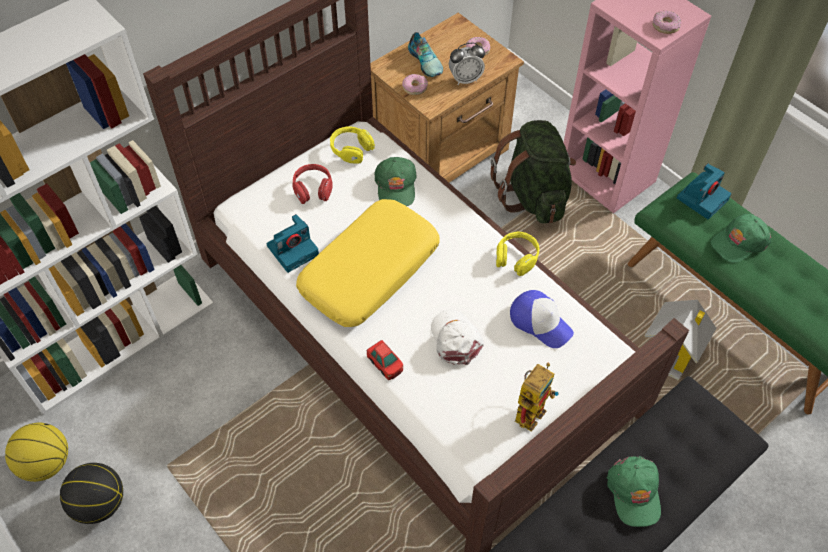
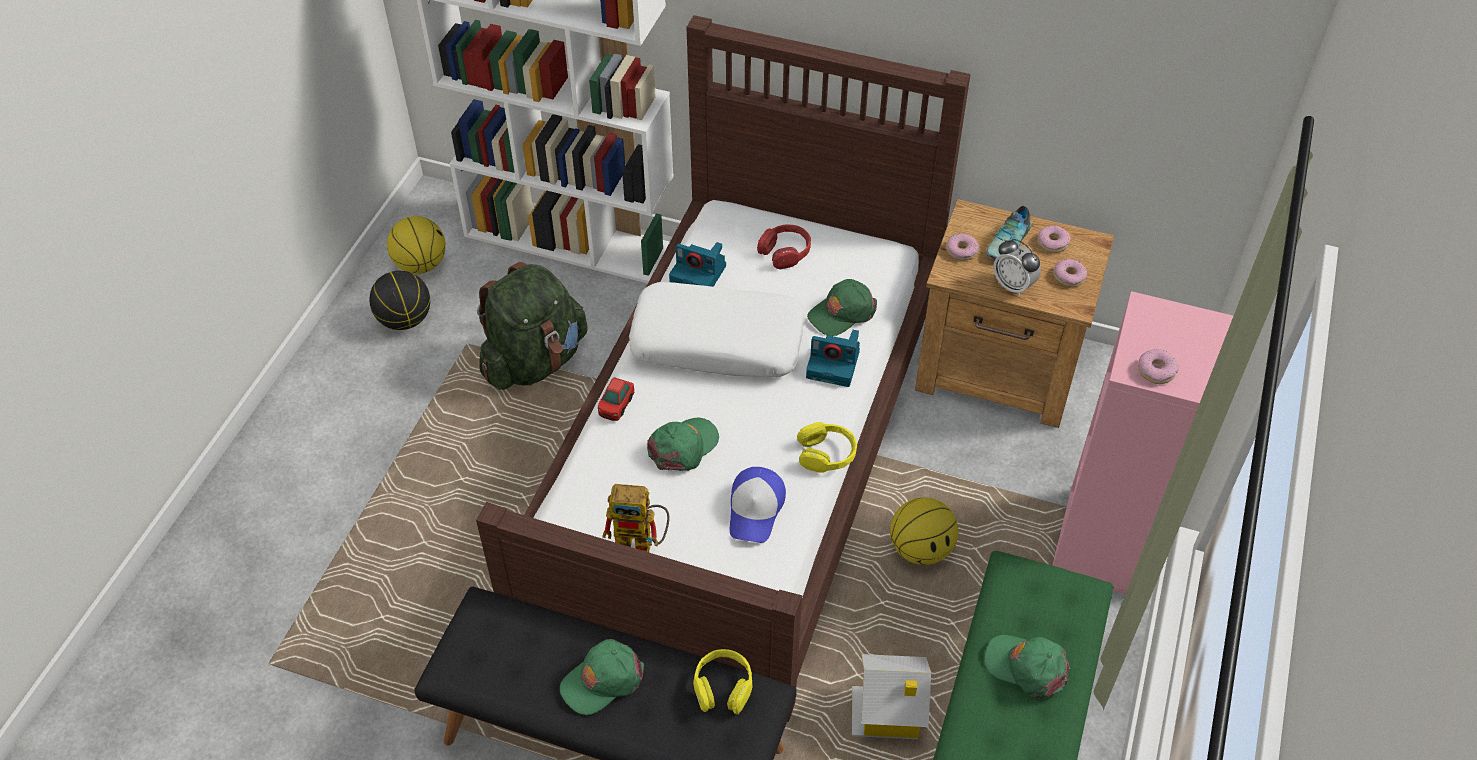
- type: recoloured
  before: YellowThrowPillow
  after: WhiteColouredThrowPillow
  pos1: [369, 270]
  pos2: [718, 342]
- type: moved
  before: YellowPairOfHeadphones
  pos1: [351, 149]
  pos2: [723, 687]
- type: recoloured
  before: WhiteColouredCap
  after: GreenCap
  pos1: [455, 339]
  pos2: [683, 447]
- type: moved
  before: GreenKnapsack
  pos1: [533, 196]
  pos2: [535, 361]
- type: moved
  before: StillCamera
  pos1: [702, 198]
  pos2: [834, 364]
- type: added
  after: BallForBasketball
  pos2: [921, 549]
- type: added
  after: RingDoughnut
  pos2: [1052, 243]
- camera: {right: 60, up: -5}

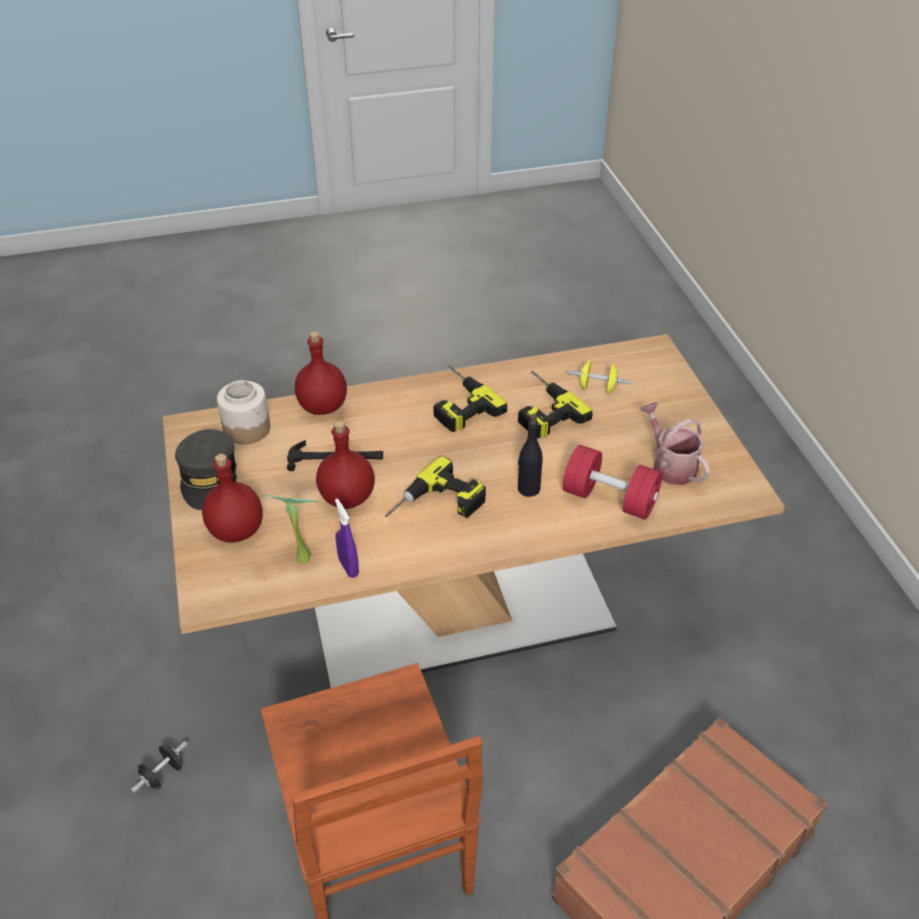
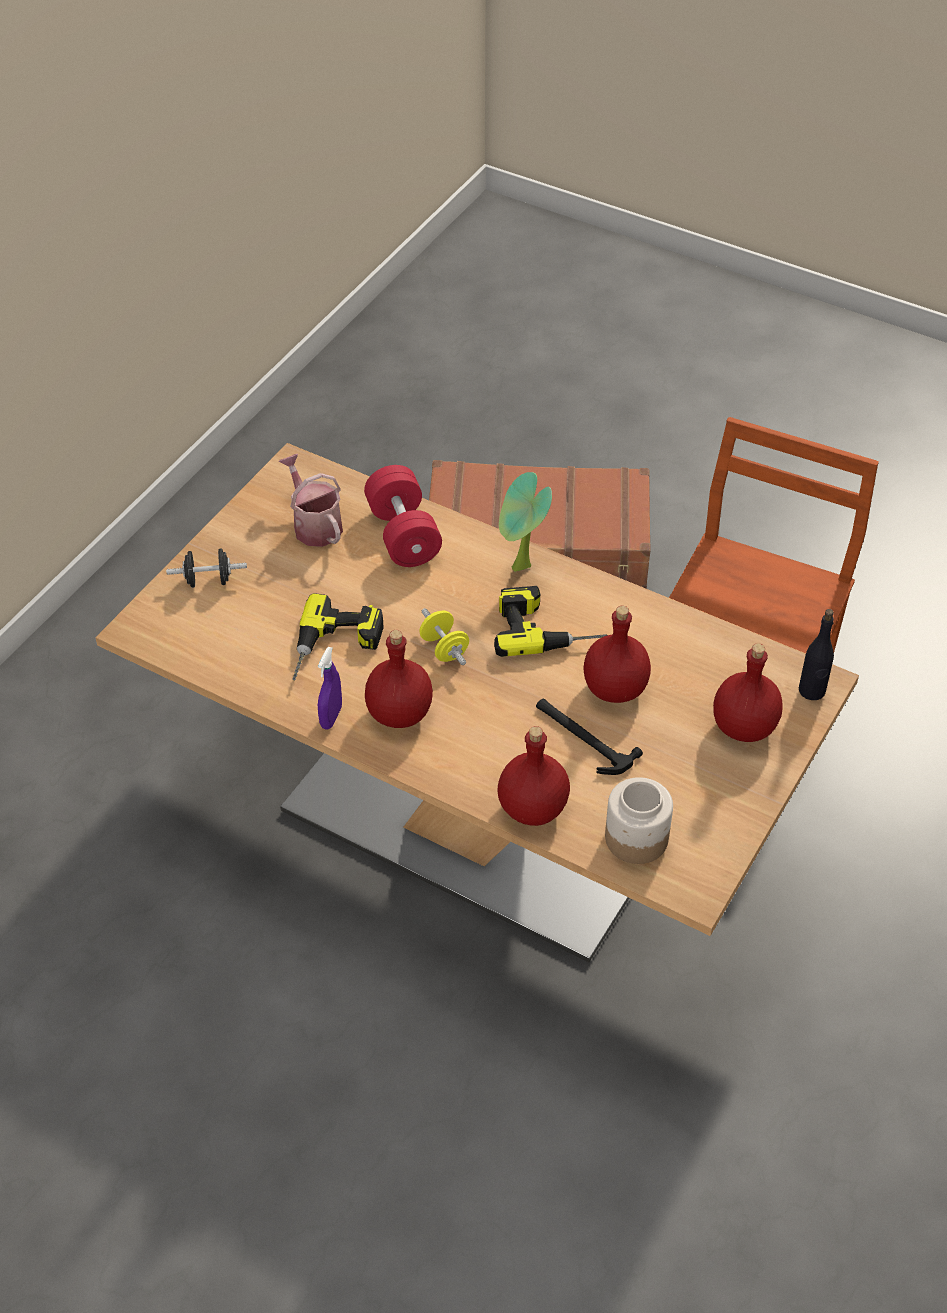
- type: moved
  before: BlackColouredFreeWeight
  pos1: [163, 775]
  pos2: [208, 581]
- type: removed
  before: GreyishCap
  pos1: [209, 478]
- type: moved
  before: PlantInAPot
  pos1: [301, 555]
  pos2: [521, 570]
- type: moved
  before: PurpleColouredSprayBottle
  pos1: [348, 567]
  pos2: [331, 717]
- type: replaced
  before: Drill
  after: ReddishDrinkBottle
  pos1: [457, 403]
  pos2: [400, 713]
- type: moved
  before: BlackColouredDrinkBottle
  pos1: [528, 489]
  pos2: [812, 691]
- type: moved
  before: YellowFreeWeight
  pos1: [597, 388]
  pos2: [444, 648]
- type: turned
  before: WateringCan
  pos1: [670, 465]
  pos2: [314, 524]
  turn: 135
- camera: {right: -135, up: 5}

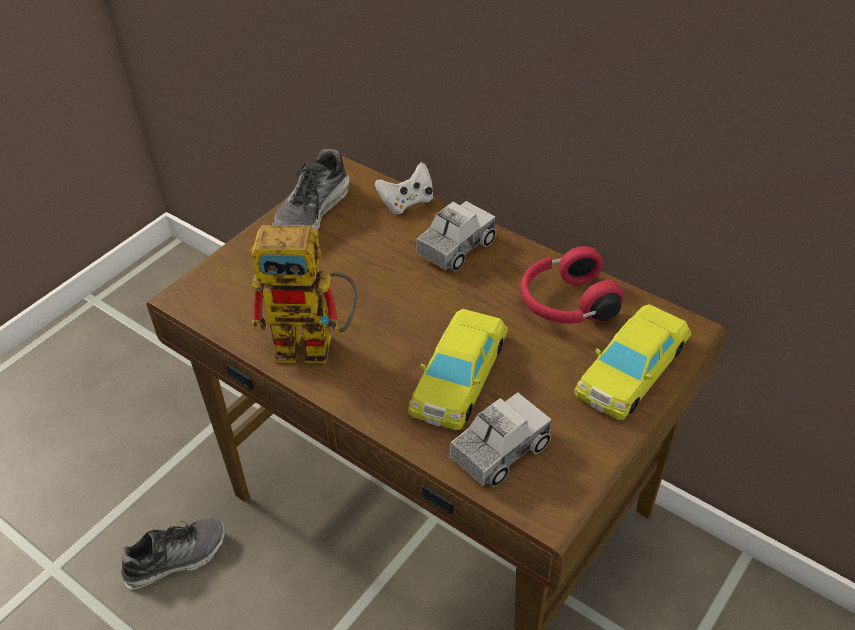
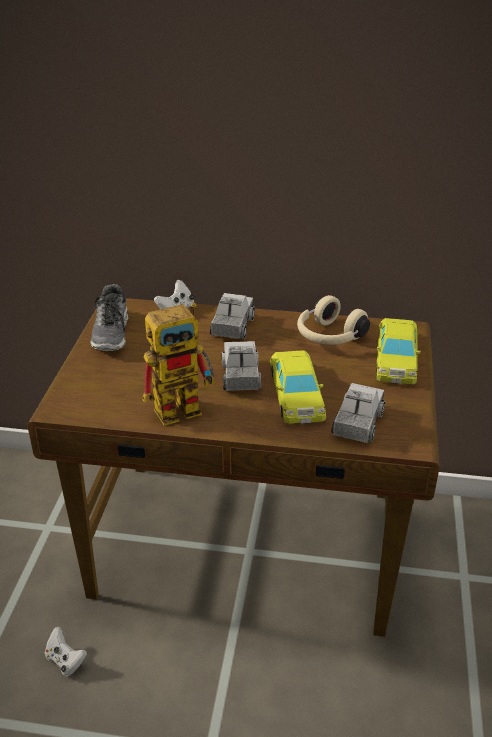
- type: replaced
  before: ItemOfFootwear
  after: WhiteColouredJoypad
  pos1: [176, 558]
  pos2: [65, 660]
- type: recoloured
  before: ReddishPairOfHeadphones
  after: BeigeColouredPairOfHeadphones
  pos1: [566, 304]
  pos2: [329, 337]
- type: added
  after: ToyLorry
  pos2: [241, 377]
- camera: {right: -30, up: -10}

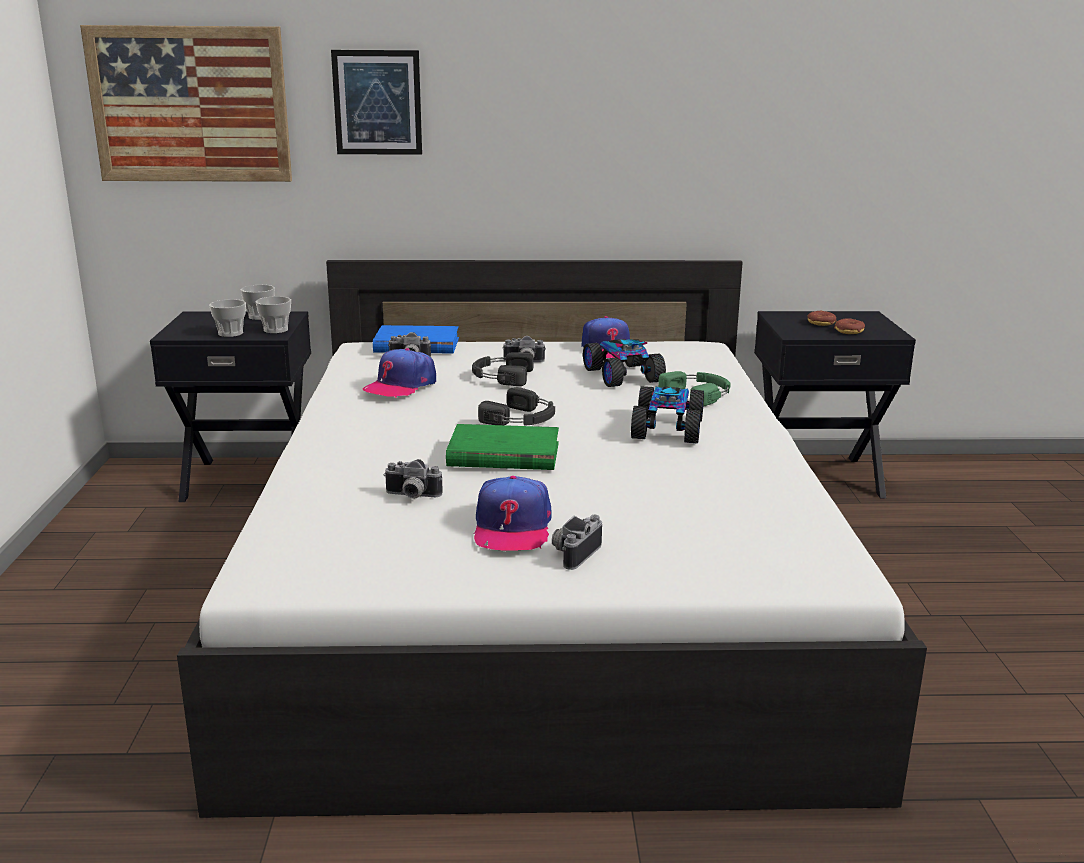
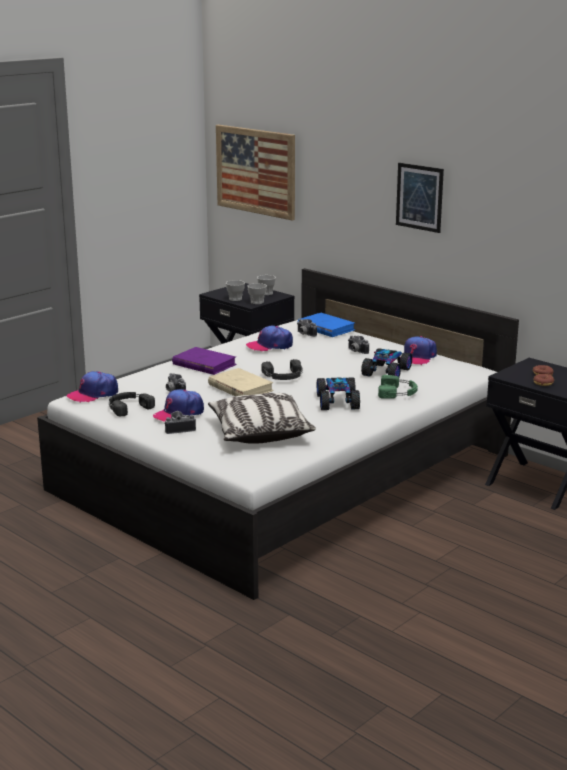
- type: moved
  before: WallPicture
  pos1: [377, 102]
  pos2: [419, 197]
- type: recoloured
  before: GreenBook
  after: BeigeColouredBook
  pos1: [503, 454]
  pos2: [240, 387]
- type: moved
  before: BlackColouredPairOfHeadphones
  pos1: [501, 376]
  pos2: [128, 407]
- type: turned
  before: ModelCar
  pos1: [669, 429]
  pos2: [338, 402]
  turn: -60
- type: added
  after: Cap
  pos2: [93, 394]
- type: added
  after: PurpleColouredBook
  pos2: [204, 364]
- type: added
  after: ThrowPillow
  pos2: [259, 432]
- camera: {right: 45, up: 0}

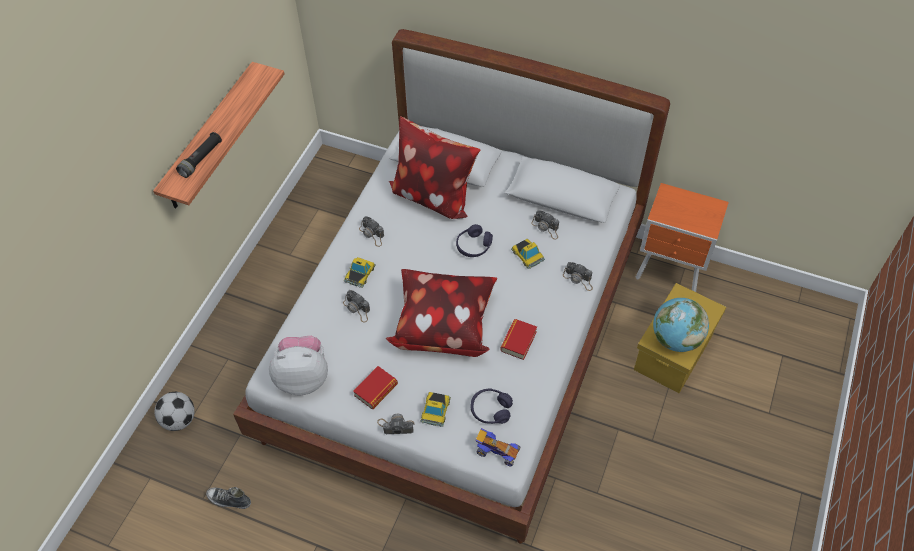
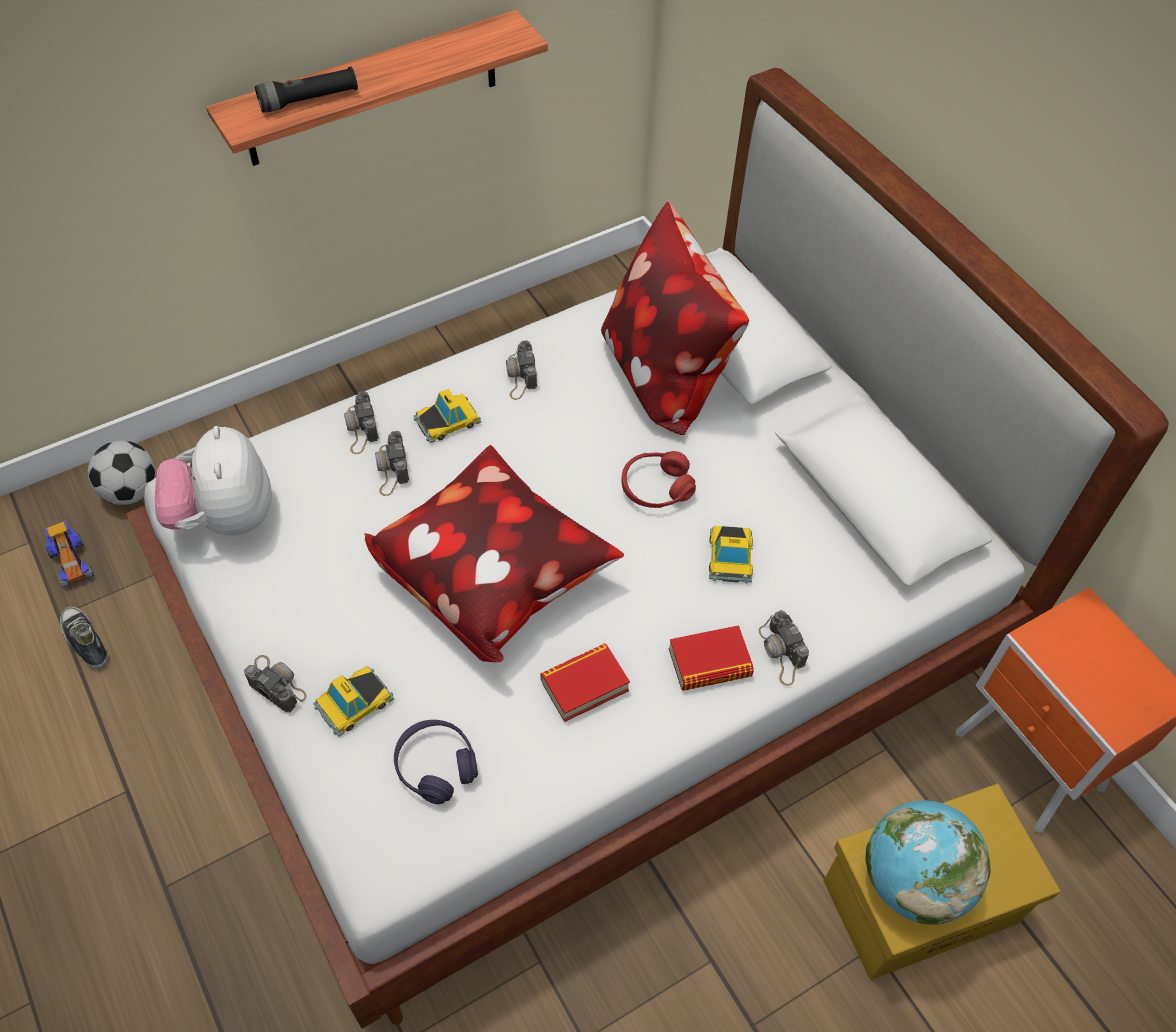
- type: turned
  before: PlushToy
  pos1: [303, 377]
  pos2: [225, 517]
  turn: -135
- type: moved
  before: Book
  pos1: [376, 390]
  pos2: [709, 663]
- type: recoloured
  before: PurpleColouredPairOfHeadphones
  after: ReddishPairOfHeadphones
  pos1: [473, 246]
  pos2: [656, 488]
- type: moved
  before: ModelCar
  pos1: [496, 451]
  pos2: [72, 563]
- type: moved
  before: StillCamera
  pos1: [546, 228]
  pos2: [361, 428]
- camera: {right: 35, up: 0}

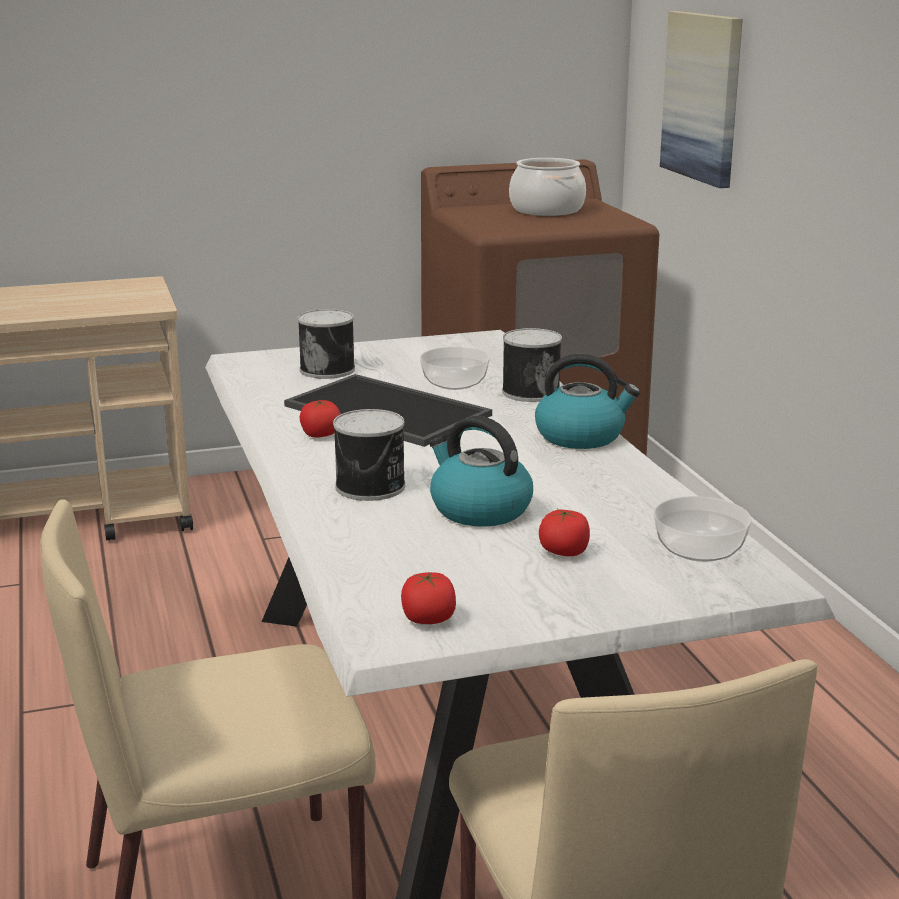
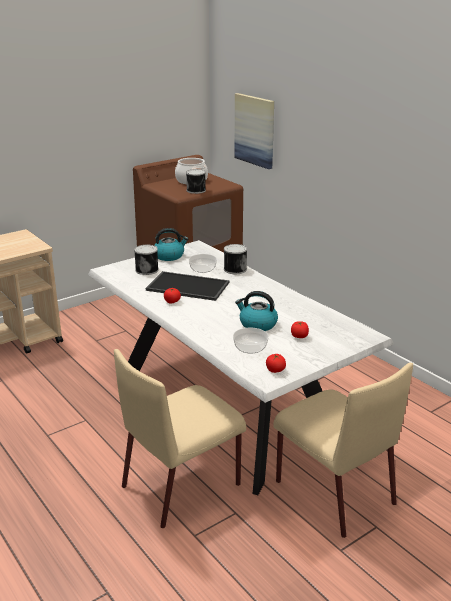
- type: moved
  before: MetalCan
  pos1: [372, 487]
  pos2: [196, 190]
- type: moved
  before: TeaKettle
  pos1: [581, 436]
  pos2: [169, 256]
- type: moved
  before: Bowl
  pos1: [700, 550]
  pos2: [251, 348]
- camera: {right: -20, up: 5}

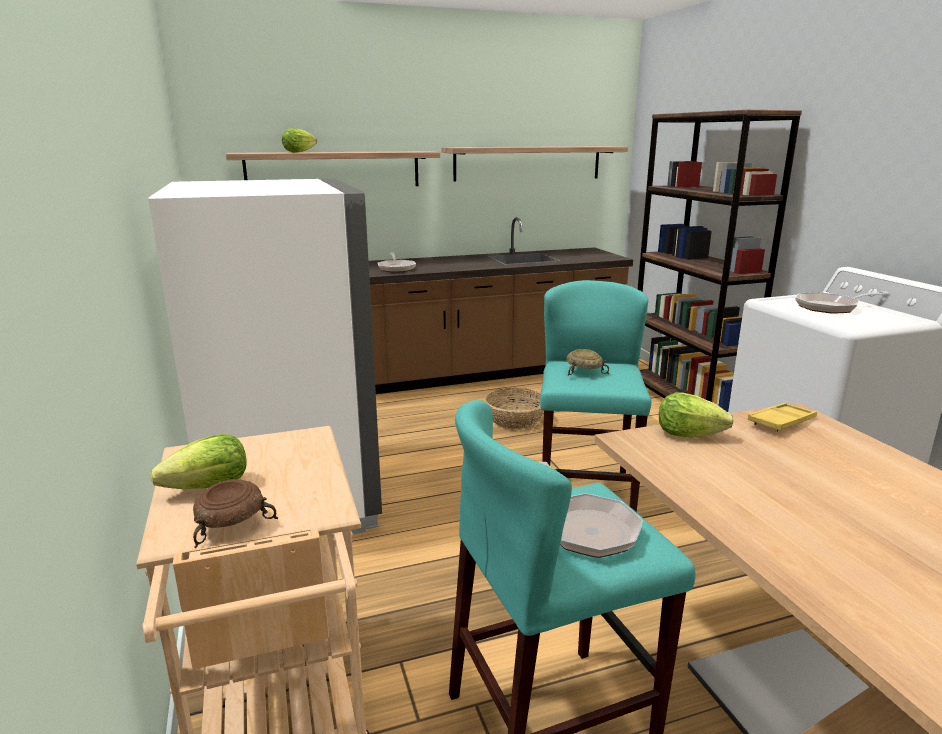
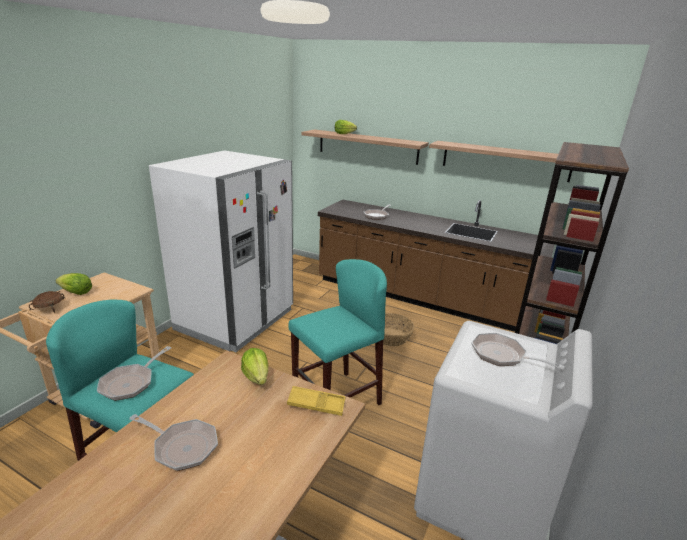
- type: removed
  before: BeigeColouredBowl
  pos1: [583, 372]
- type: added
  after: FryingPan
  pos2: [182, 447]
- camera: {right: 45, up: 5}

